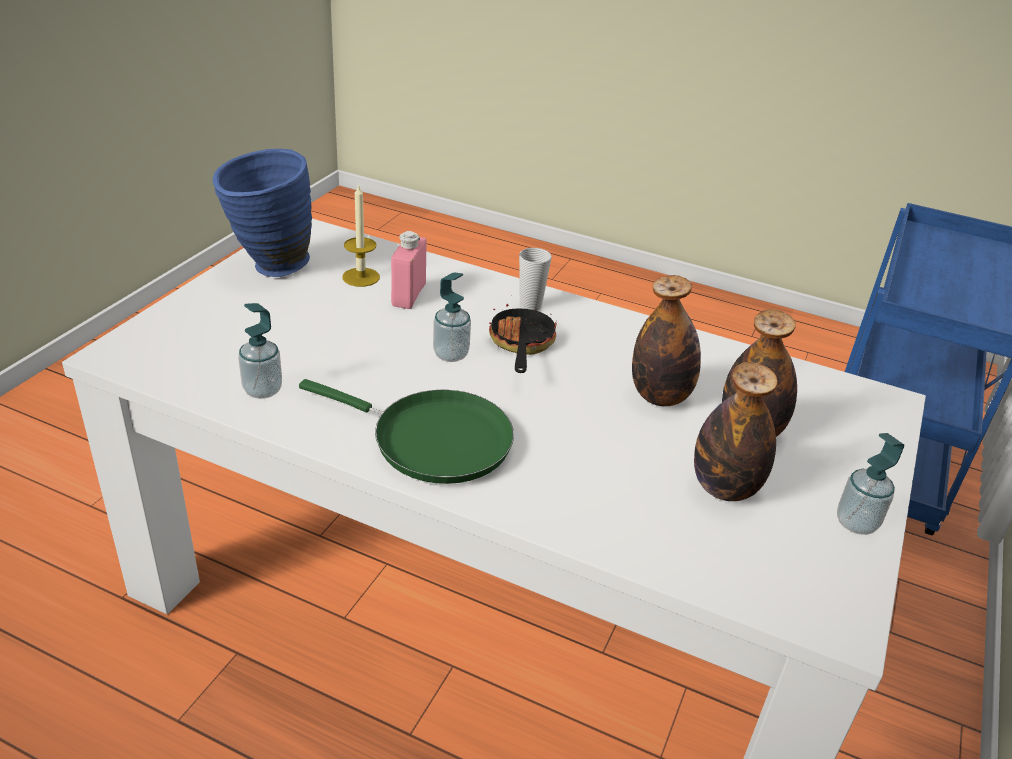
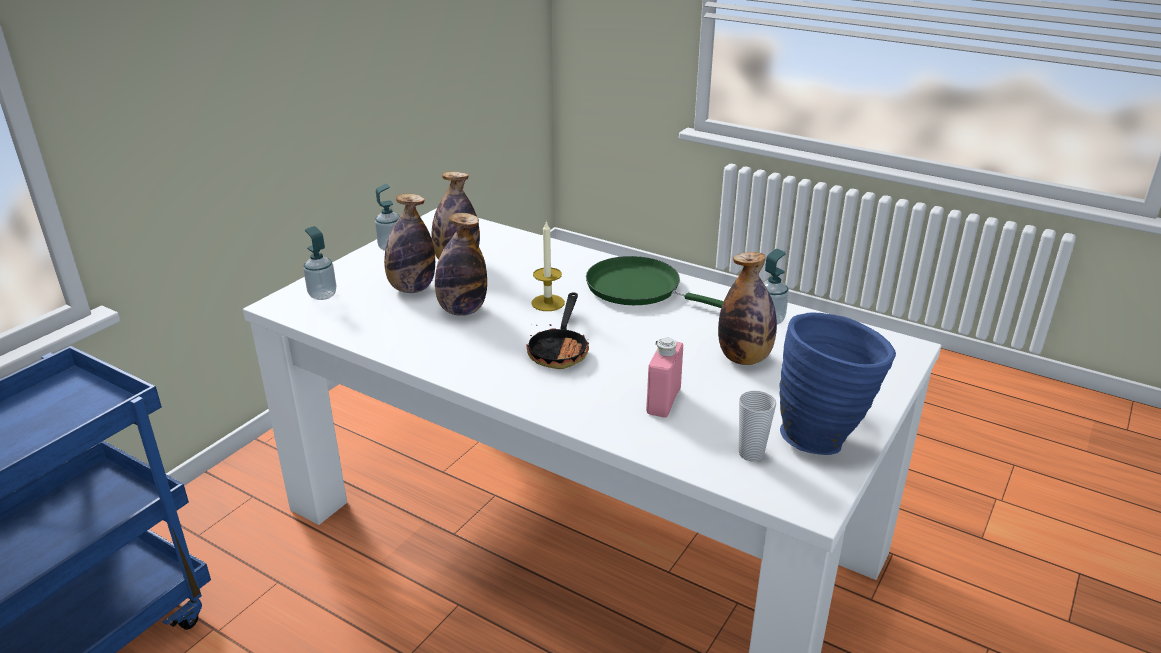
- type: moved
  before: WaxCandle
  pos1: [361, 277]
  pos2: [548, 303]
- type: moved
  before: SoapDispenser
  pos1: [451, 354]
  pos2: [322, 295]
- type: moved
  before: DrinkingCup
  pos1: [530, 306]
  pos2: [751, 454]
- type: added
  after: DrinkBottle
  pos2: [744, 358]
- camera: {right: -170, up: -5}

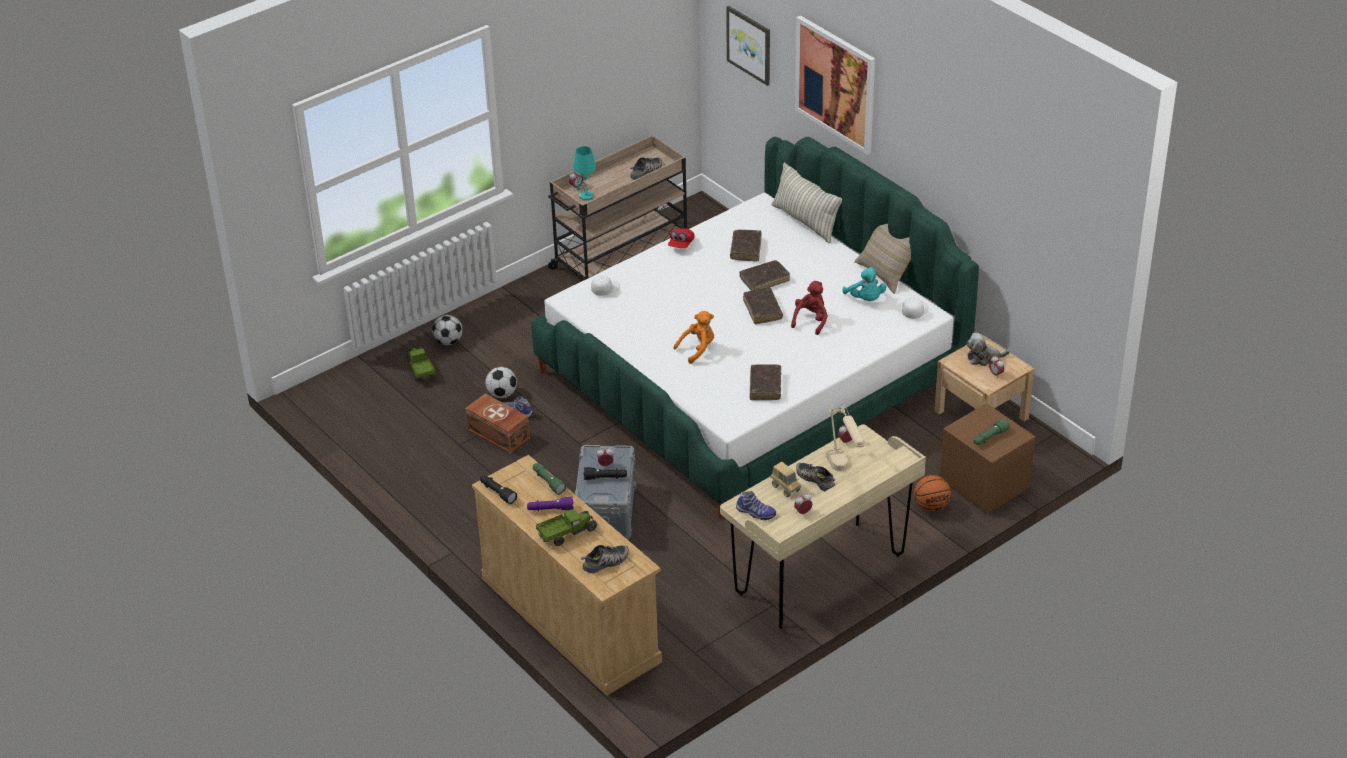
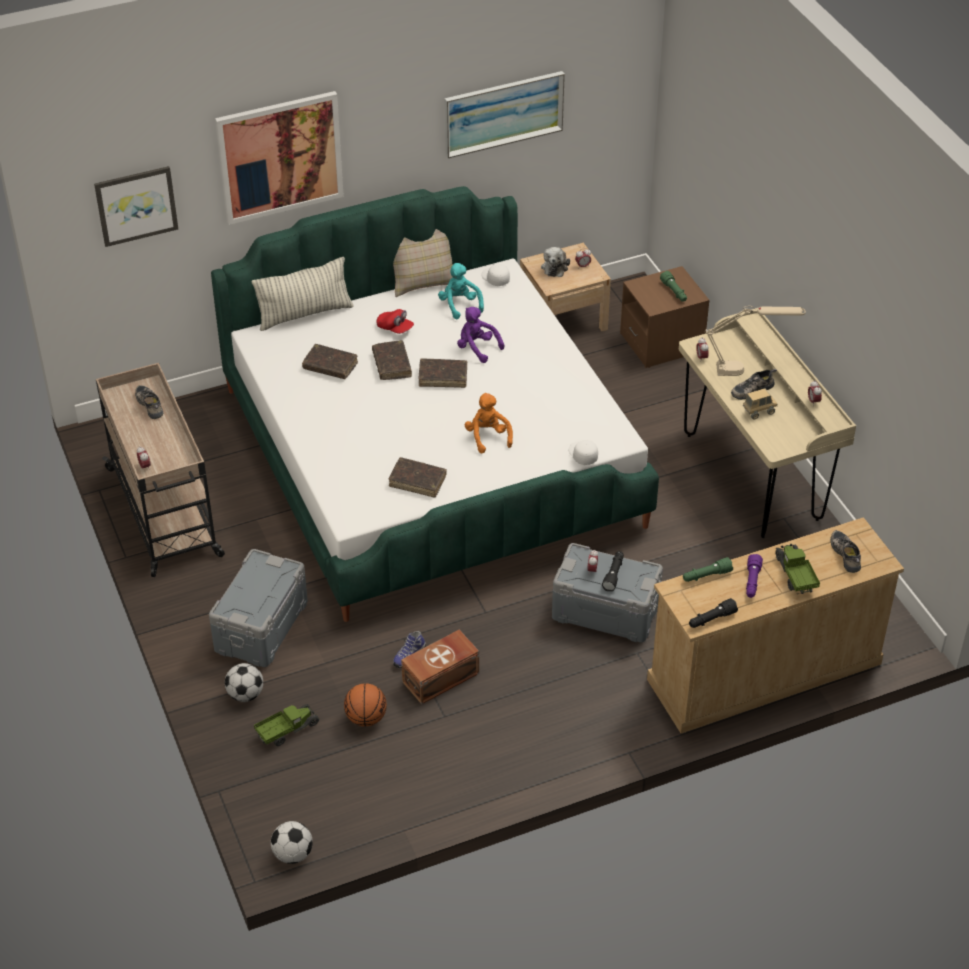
- type: turned
  before: ToyLorry
  pos1: [420, 370]
  pos2: [287, 730]
  turn: 150
- type: moved
  before: Football
  pos1: [502, 394]
  pos2: [292, 854]
- type: removed
  before: TurquoiseColouredTableLamp
  pos1: [585, 196]
- type: moved
  before: WhiteColouredCap
  pos1: [605, 289]
  pos2: [582, 455]
- type: moved
  before: ReddishCap
  pos1: [681, 244]
  pos2: [395, 328]
- type: removed
  before: ItemOfFootwear
  pos1: [755, 513]
- type: moved
  before: BrownColouredBook
  pos1: [765, 386]
  pos2: [417, 481]
- type: recoloured
  before: ReddishPlushToy
  after: PurpleColouredPlushToy
  pos1: [811, 320]
  pos2: [477, 348]
- type: turned
  before: TurquoiseColouredPlushToy
  pos1: [865, 299]
  pos2: [460, 305]
  turn: -105
- type: moved
  before: BallForBasketball
  pos1: [931, 506]
  pos2: [366, 718]
- type: added
  after: GreyishStorageContainer
  pos2: [262, 626]
- type: added
  after: WallPicture
  pos2: [503, 113]
- camera: {right: -75, up: 5}

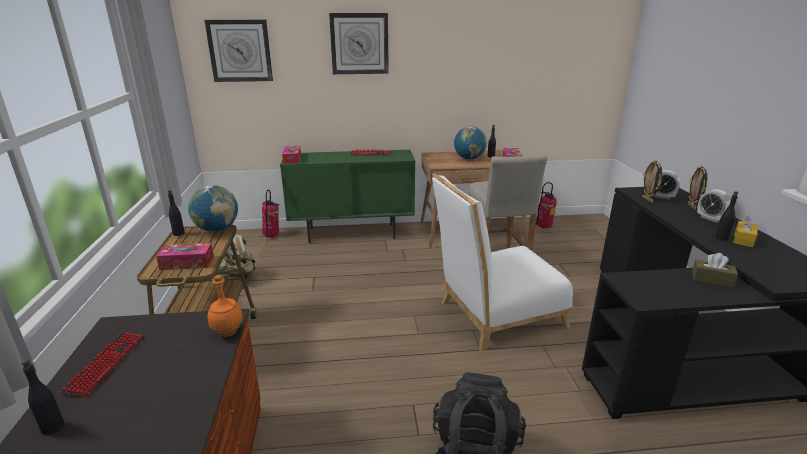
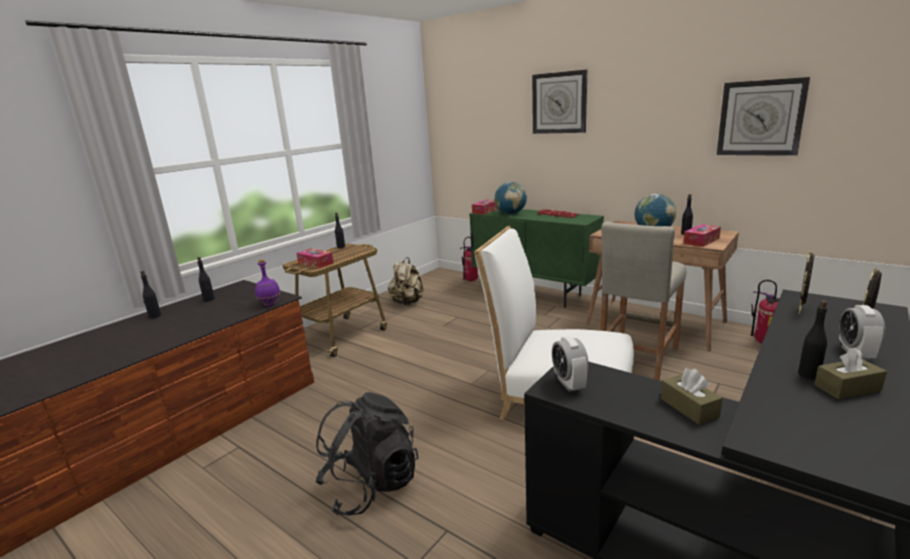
- type: replaced
  before: ComputerKeyboard
  after: BlackColouredDrinkBottle
  pos1: [106, 364]
  pos2: [209, 300]
- type: moved
  before: DeskGlobe
  pos1: [217, 229]
  pos2: [510, 214]
- type: moved
  before: HangingClock
  pos1: [240, 51]
  pos2: [760, 118]
- type: recoloured
  before: OrangeDrinkBottle
  after: PurpleColouredDrinkBottle
  pos1: [228, 332]
  pos2: [270, 304]
- type: moved
  before: TableClock
  pos1: [662, 197]
  pos2: [569, 383]
- type: recoloured
  before: YellowTissueBox
  after: BrownColouredTissueBox
  pos1: [743, 239]
  pos2: [847, 388]
- camera: {right: 45, up: -5}

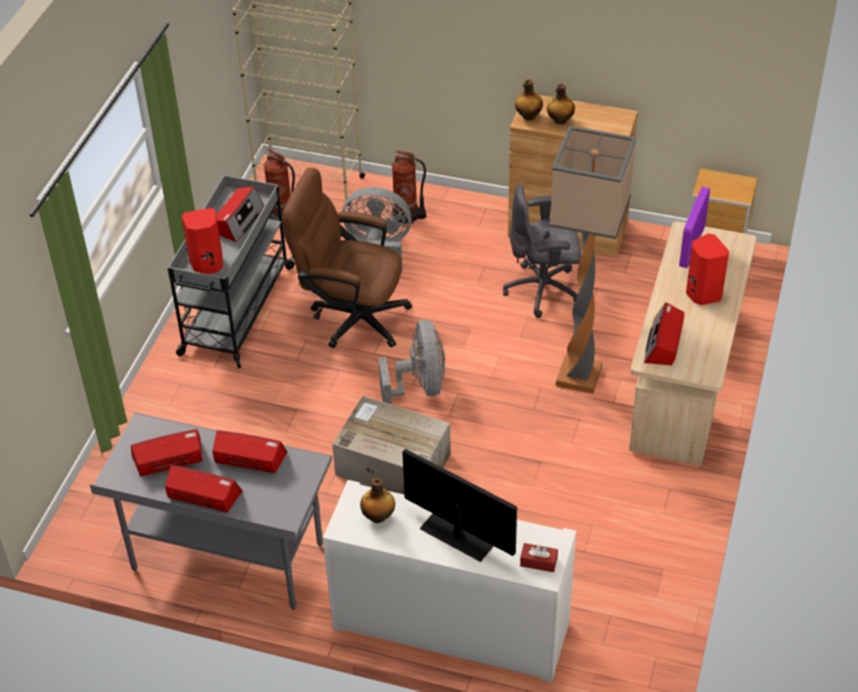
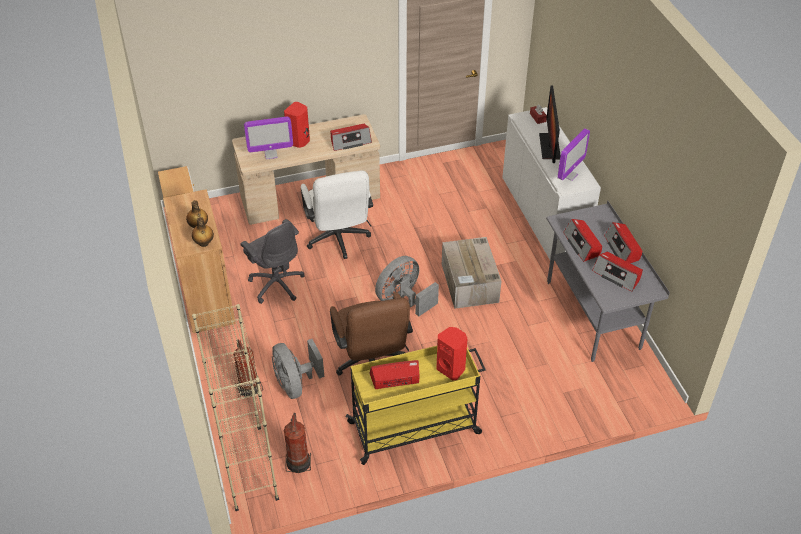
- type: recoloured
  before: GreyishCart
  after: YellowCart
  pos1: [236, 311]
  pos2: [415, 428]
- type: replaced
  before: DrinkBottle
  after: Monitor
  pos1: [378, 517]
  pos2: [569, 175]
- type: replaced
  before: StandardLamp
  after: WhiteColouredDeskChair
  pos1: [578, 375]
  pos2: [338, 240]
- camera: {right: -125, up: 0}

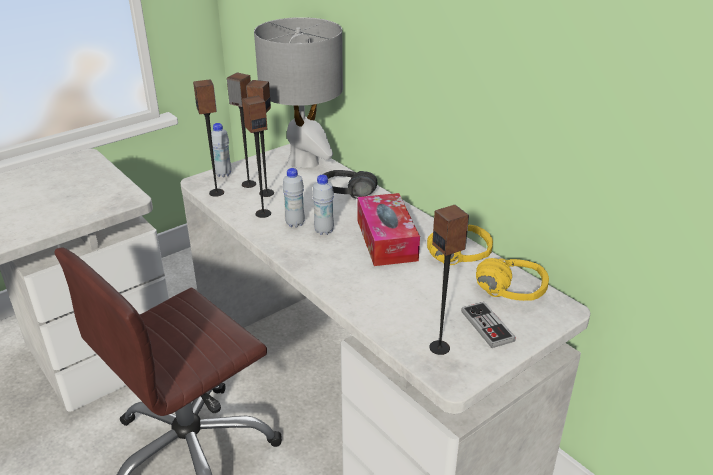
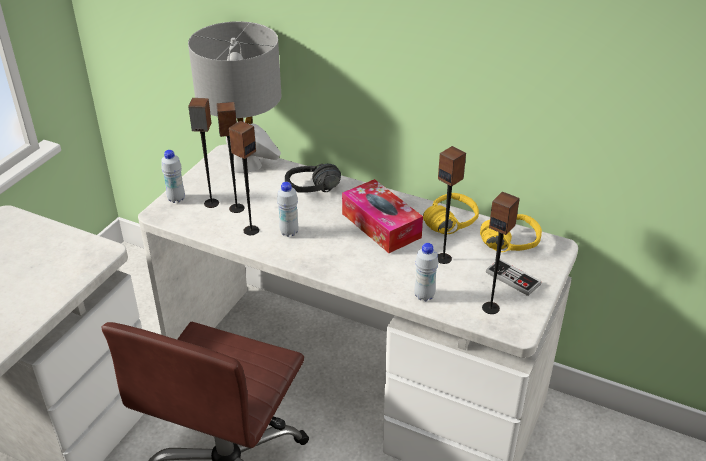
- type: moved
  before: AudioSpeaker
  pos1: [217, 192]
  pos2: [443, 258]
- type: moved
  before: WhiteColouredDrinkBottle
  pos1: [324, 231]
  pos2: [424, 296]
- camera: {right: -25, up: 5}

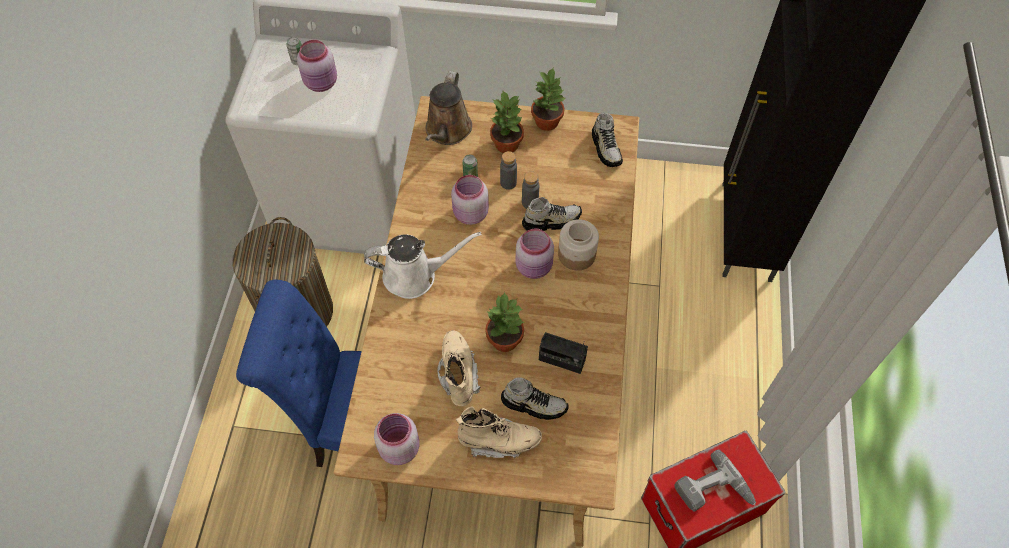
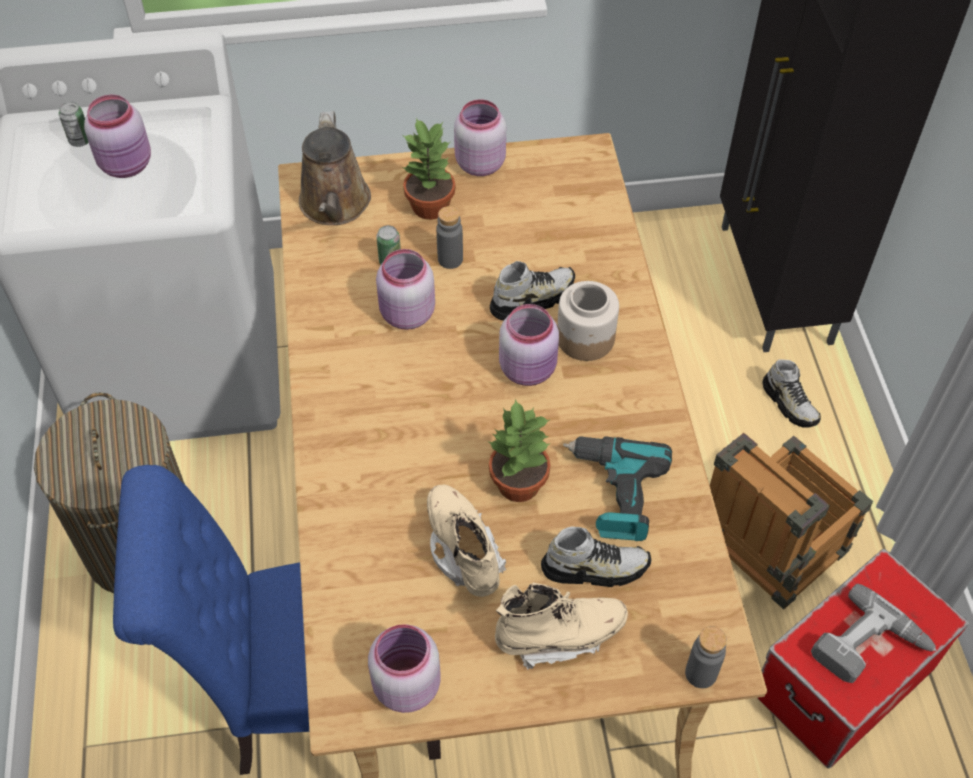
- type: removed
  before: WhiteColouredWateringCan
  pos1: [415, 275]
- type: moved
  before: GreyishDrinkBottle
  pos1: [530, 202]
  pos2: [701, 673]
- type: replaced
  before: PlantInAPot
  after: PinkColouredJar
  pos1: [546, 121]
  pos2: [479, 163]
- type: replaced
  before: Radio
  after: Drill
  pos1: [561, 360]
  pos2: [614, 493]
- type: moved
  before: ItemOfFootwear
  pos1: [606, 149]
  pos2: [790, 403]
- type: added
  after: PackingCrate
  pos2: [766, 556]
- camera: {right: -15, up: -5}

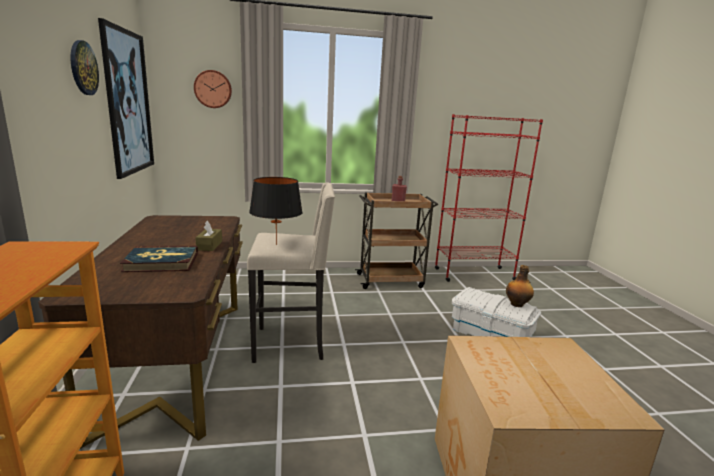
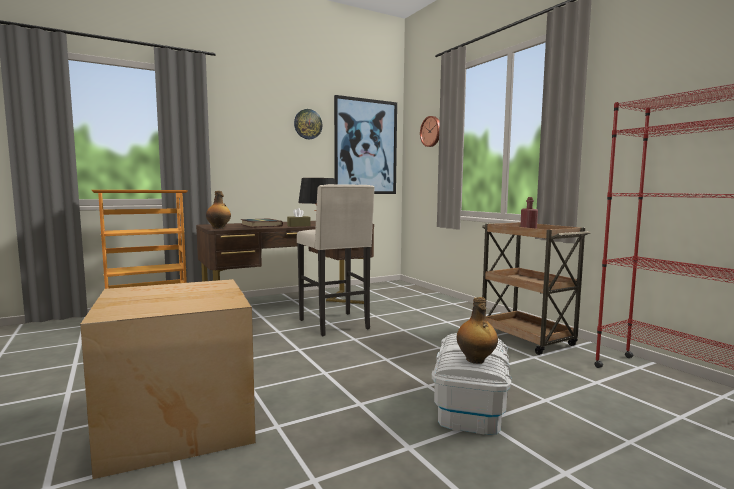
- type: added
  after: DrinkBottle
  pos2: [219, 228]
- camera: {right: 70, up: -10}

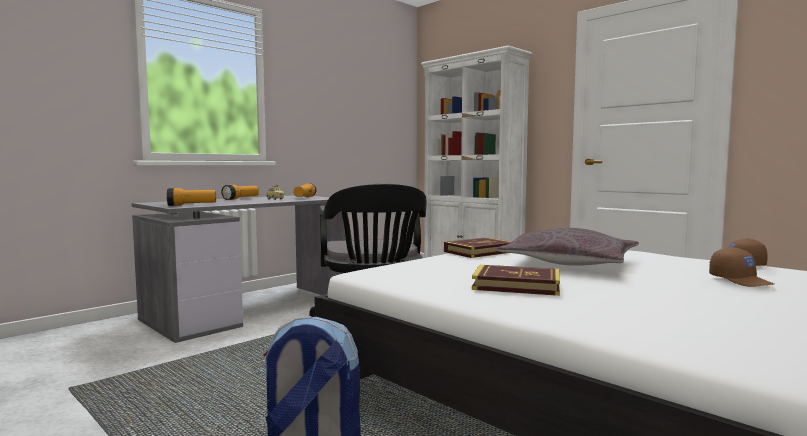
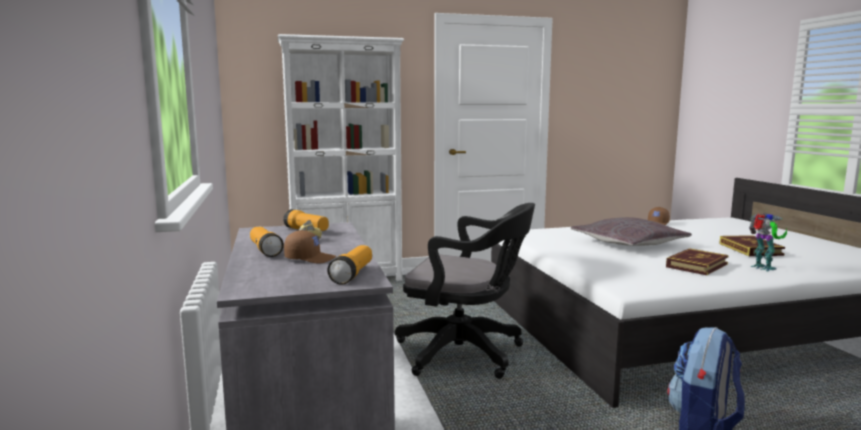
- type: moved
  before: Book
  pos1: [479, 252]
  pos2: [750, 249]
- type: moved
  before: BrownColouredCap
  pos1: [740, 281]
  pos2: [310, 258]
- type: added
  after: ToyRobot
  pos2: [763, 268]
- camera: {right: -60, up: 5}

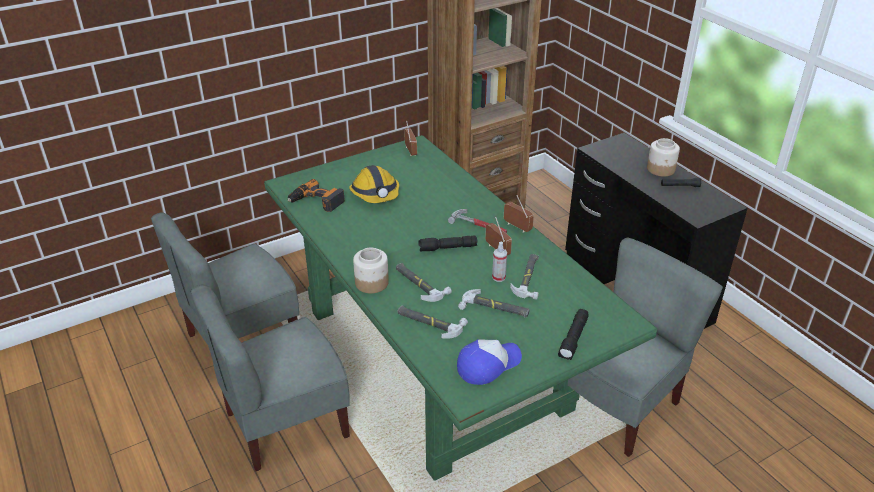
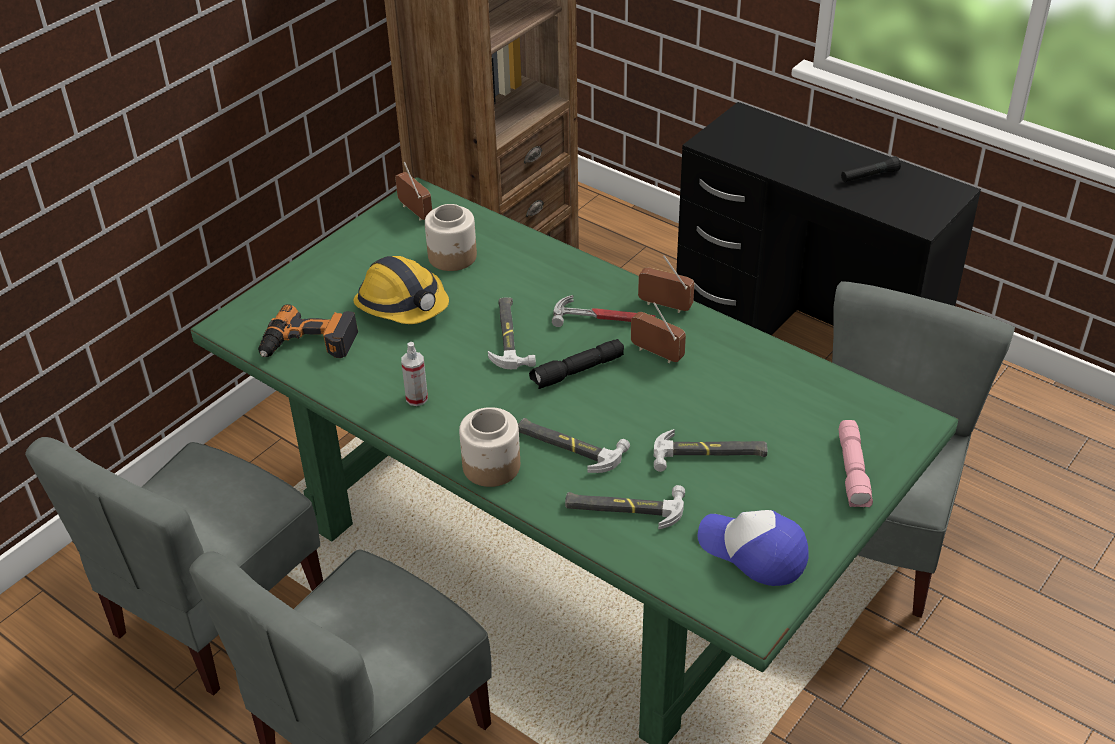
- type: turned
  before: Cap
  pos1: [488, 364]
  pos2: [753, 551]
  turn: -90
- type: moved
  before: SprayBottle
  pos1: [498, 277]
  pos2: [417, 398]
- type: moved
  before: ToolHammer
  pos1: [529, 278]
  pos2: [510, 336]
- type: recoloured
  before: BlackColouredFlashlight
  after: PinkColouredFlashlight
  pos1: [574, 339]
  pos2: [853, 472]
- type: moved
  before: Jar
  pos1: [661, 169]
  pos2: [453, 257]
- camera: {right: -20, up: 5}

